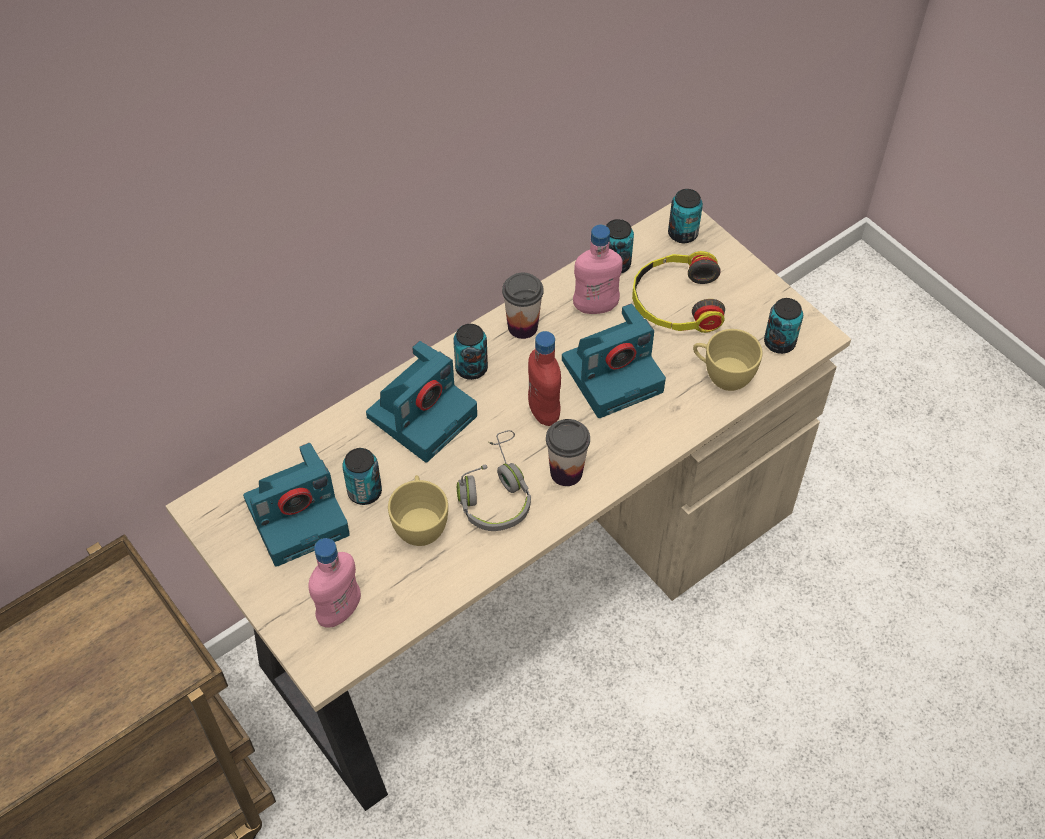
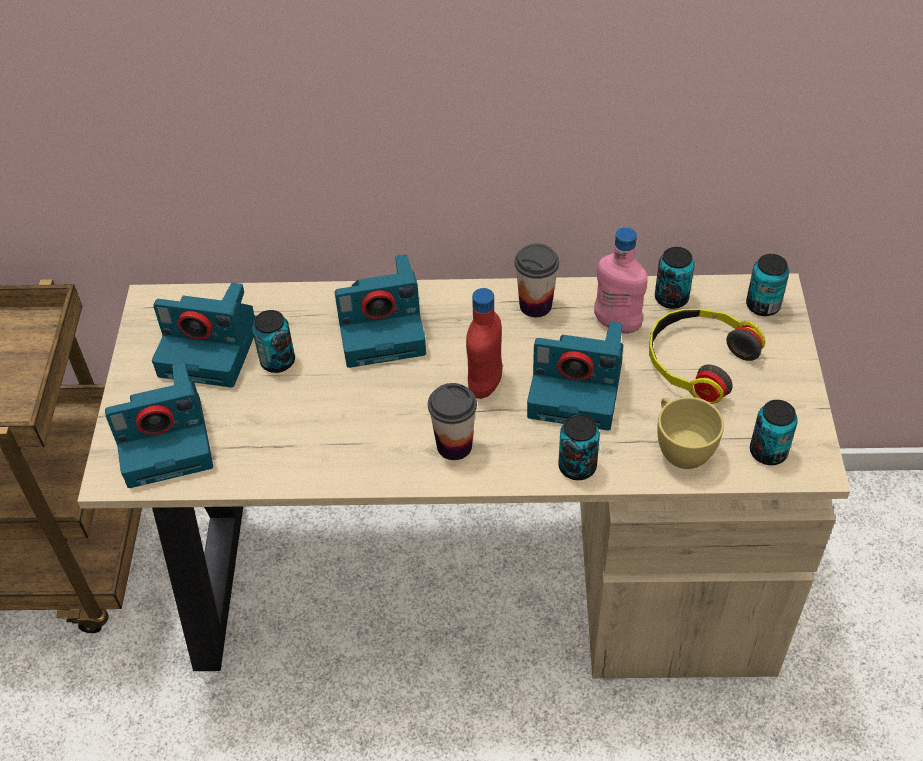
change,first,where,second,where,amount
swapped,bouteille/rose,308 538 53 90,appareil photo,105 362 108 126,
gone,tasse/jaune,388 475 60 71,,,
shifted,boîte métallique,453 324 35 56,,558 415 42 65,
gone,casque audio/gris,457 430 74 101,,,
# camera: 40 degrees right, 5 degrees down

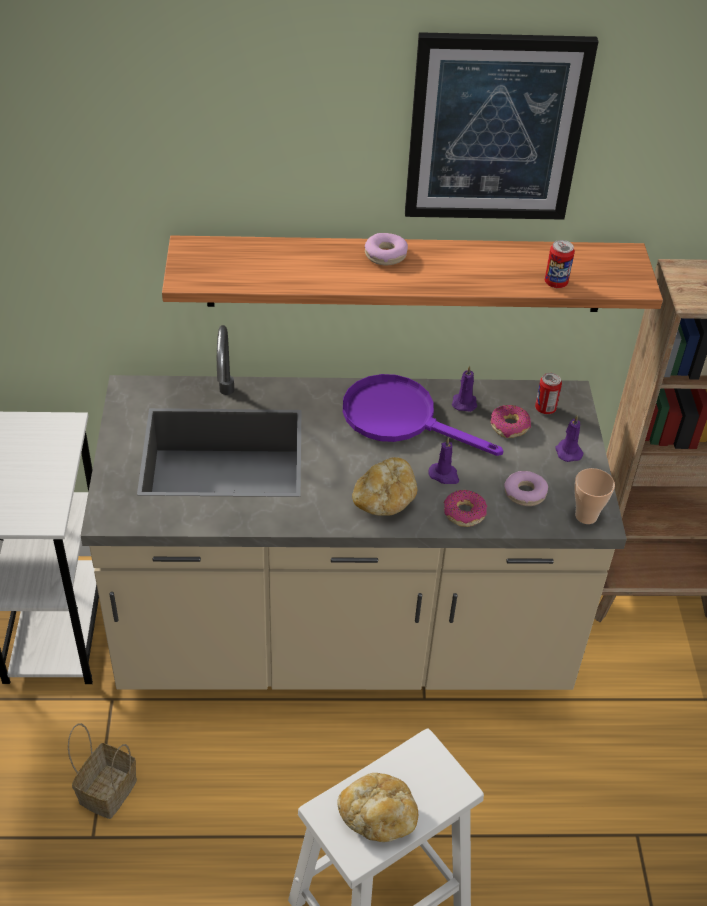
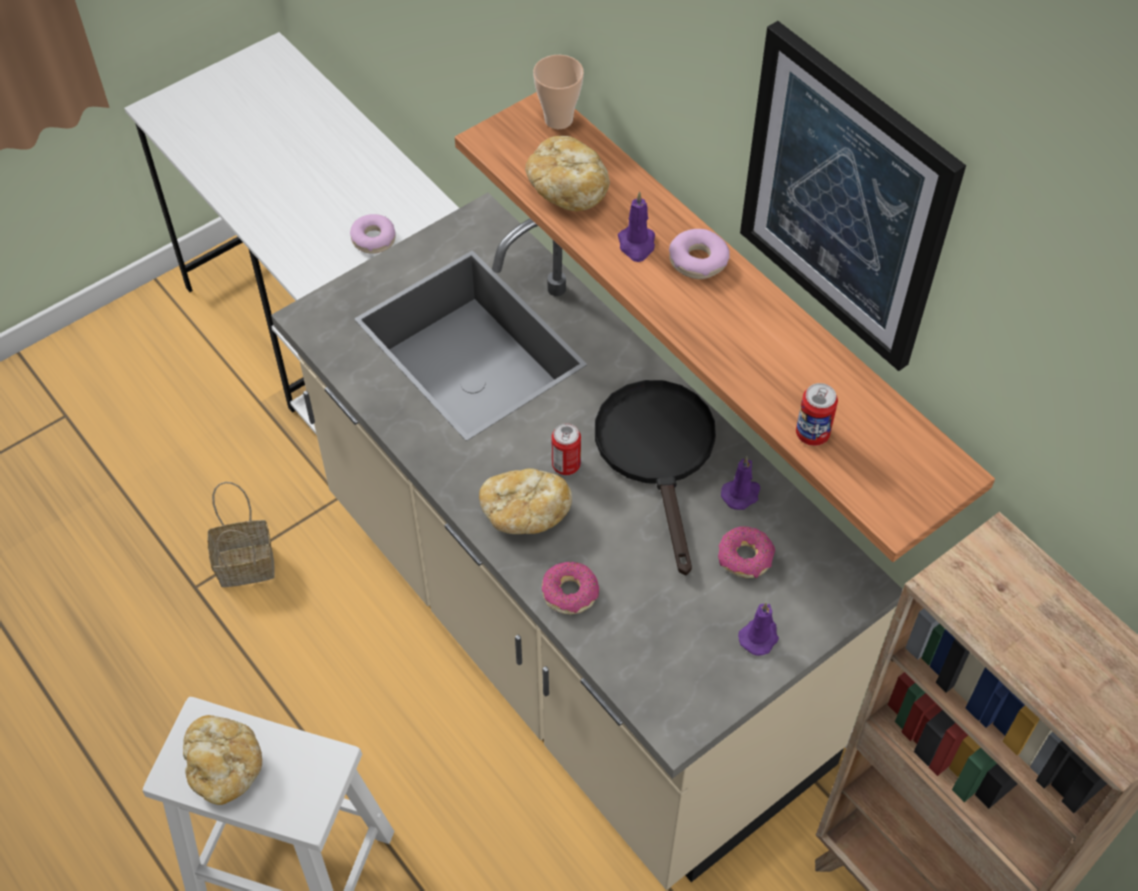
change,first,where,second,where,amount
repainted,poêle/violet,343 374 160 82,poêle/noir,595 380 121 195,
shifted,bougie/violet,428 437 31 47,,618 191 37 71,
shifted,beignet,504 471 44 35,,350 214 46 40,
shifted,boîte métallique,535 373 27 41,,552 423 29 52,
shifted,tasse,574 468 41 56,,533 55 51 74,
new,,,pain,525 136 85 75,
# camera: 55 degrees right, 10 degrees up

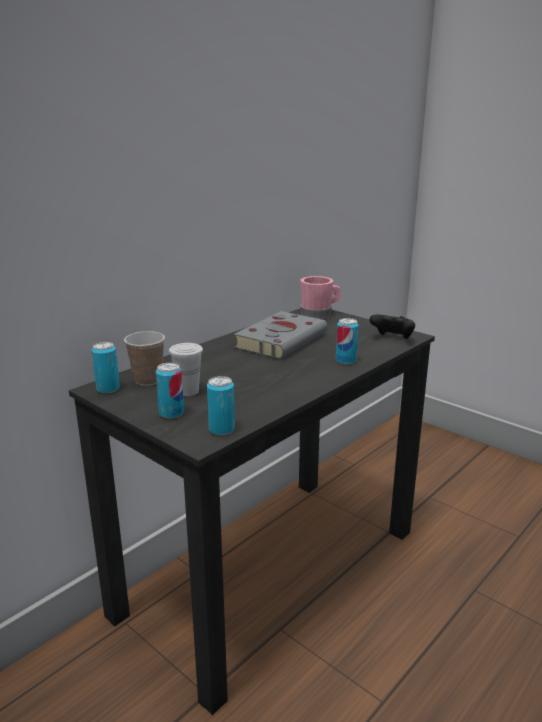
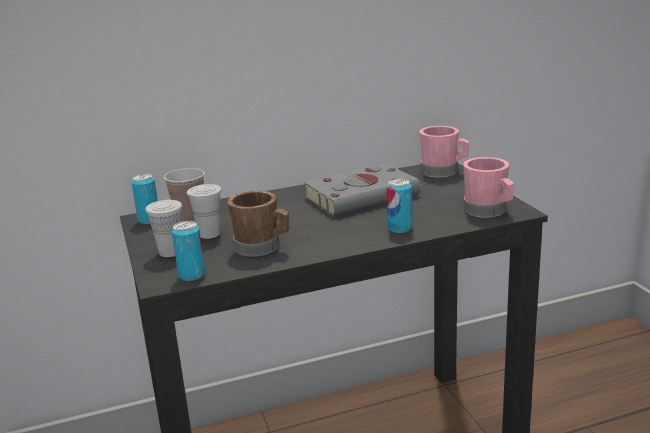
change,first,where,second,where,amount
swapped,boîte métallique,156 363 28 56,tasse/blanc,145 200 37 57,
swapped,manette/noir,369 315 46 24,mug/rose,463 157 51 61,
new,,,mug/marron,228 191 61 66,
# camera: 30 degrees right, 0 degrees up

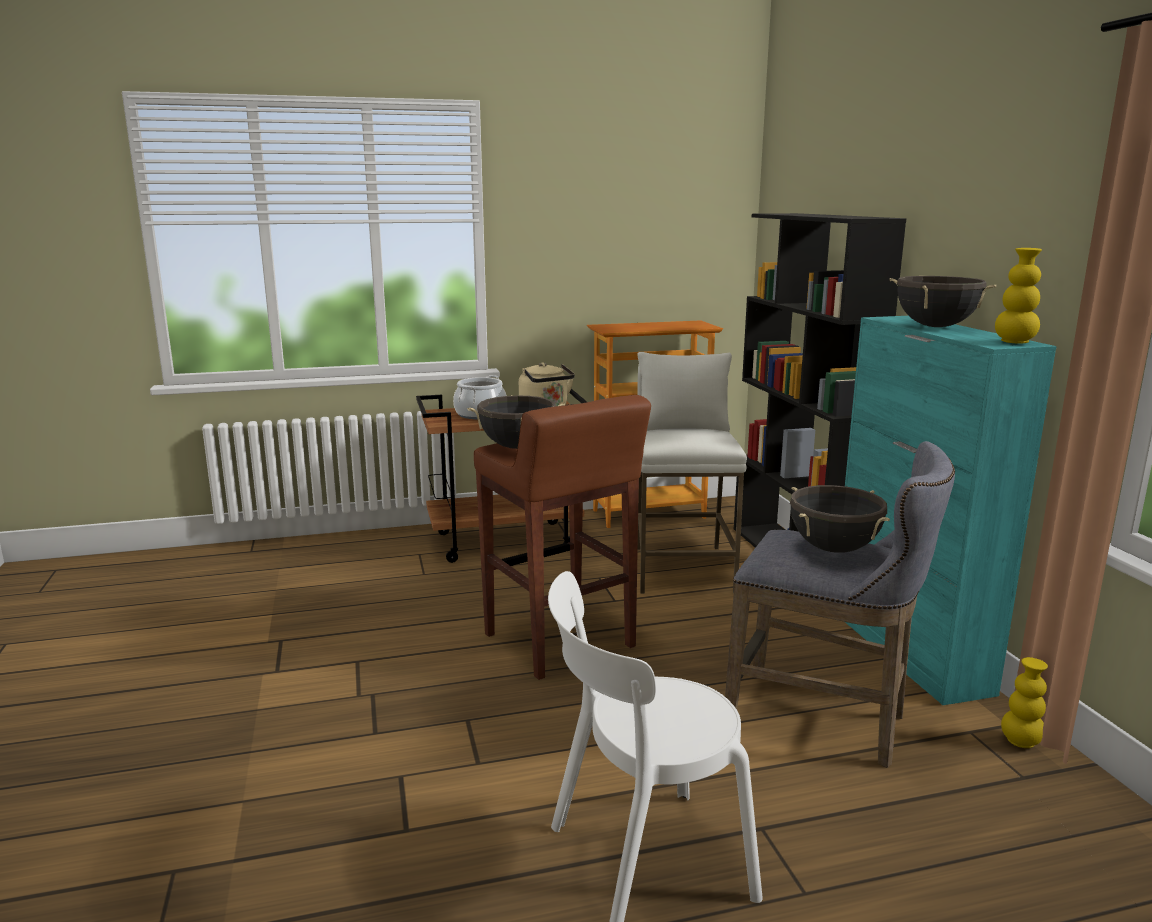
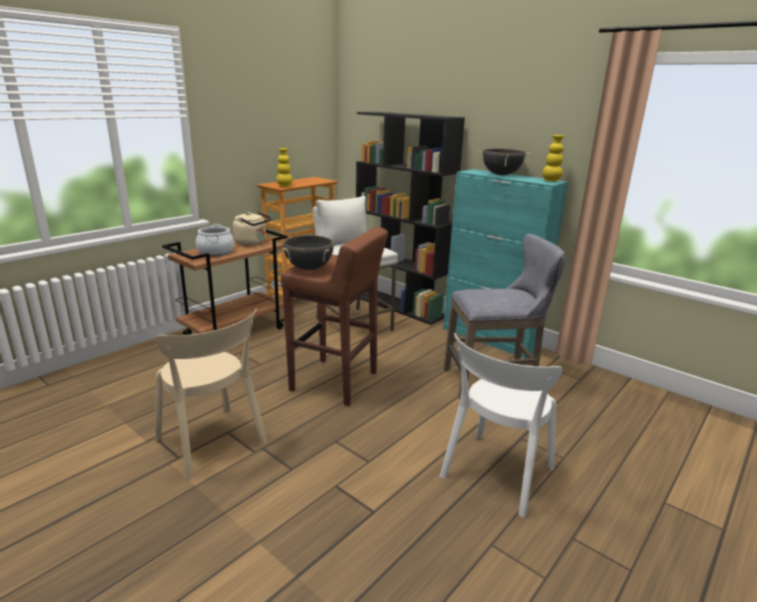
change,first,where,second,where,amount
gone,marmite/noir,790 485 100 68,,,
shifted,vase/jaune,1001 657 47 91,,276 148 17 39,
new,,,chaise/beige,155 308 112 172,
# camera: 35 degrees left, 5 degrees up

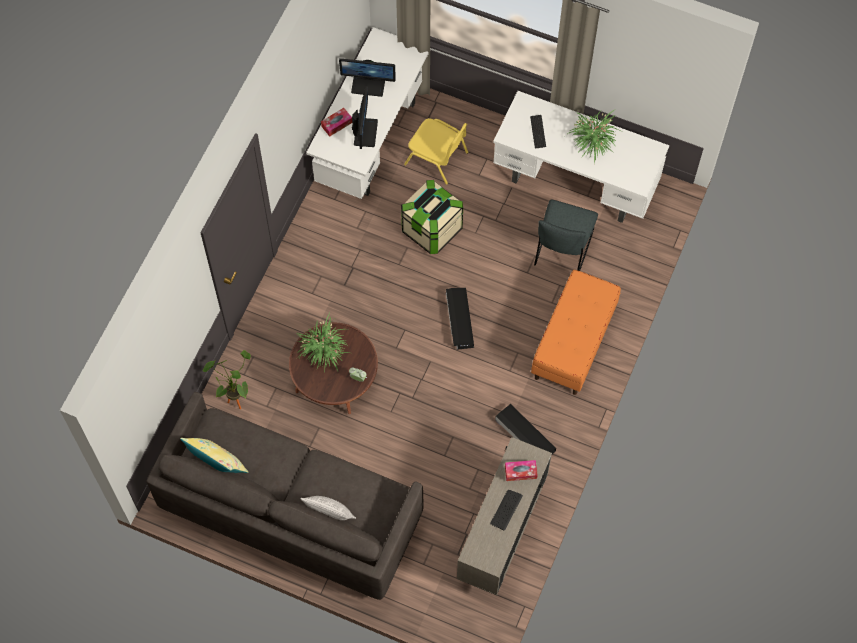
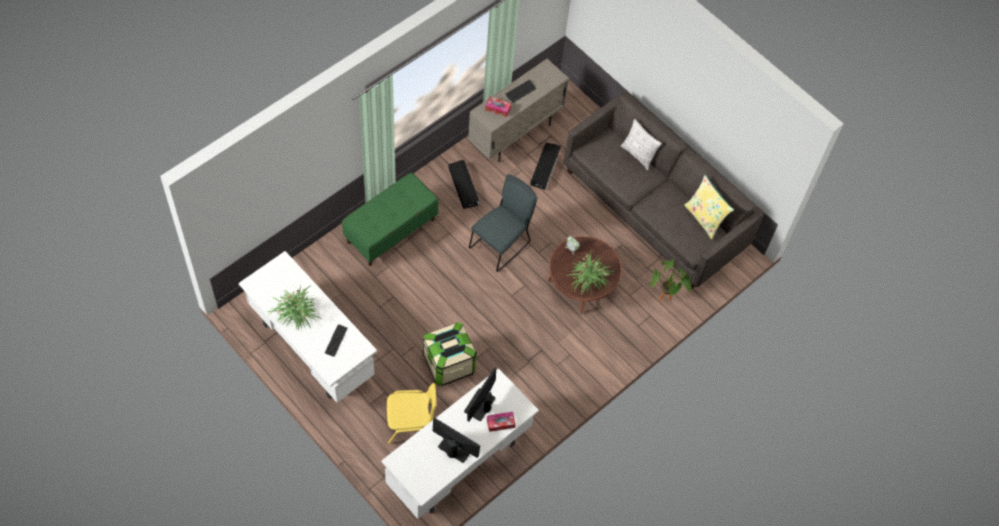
change,first,where,second,where,amount
rotated,chaise/jaune,404 118 64 67,,387 383 50 61,120 degrees clockwise
shifted,boîte de rangement/noir,446 288 28 62,,530 143 31 47,
repainted,banc/orange,531 270 90 125,banc/vert,342 173 96 93,
shifted,chaise/gris,534 199 64 72,,469 174 68 98,
# camera: 160 degrees left, 5 degrees down

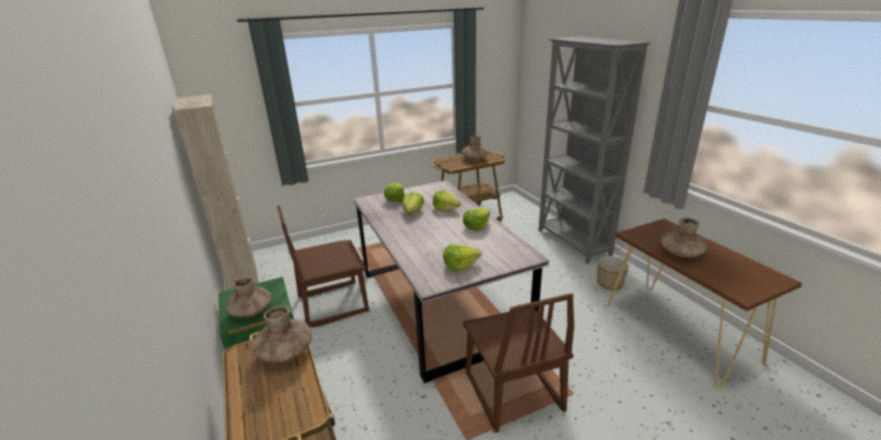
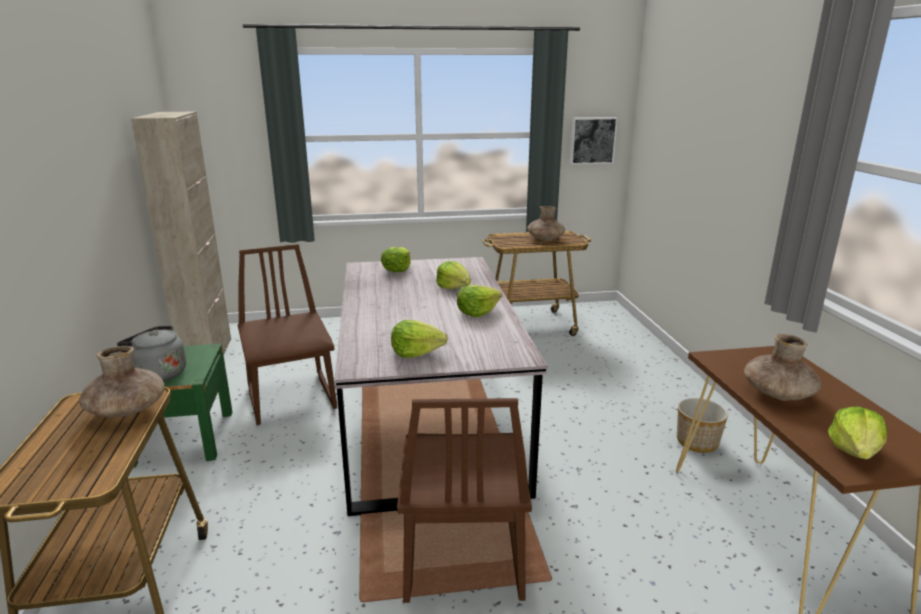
change,first,where,second,where,amount
swapped,vase/marron,226 276 45 42,bouilloire/gris,117 326 69 55,
rotated,chaise/marron,277 206 92 122,,238 244 99 181,75 degrees clockwise
shifted,laitue,403 192 21 21,,828 406 59 53,
gone,bibliothèque/gris,539 36 112 228,,,
new,,,tableau,570 117 48 48,
# camera: 15 degrees right, 5 degrees down

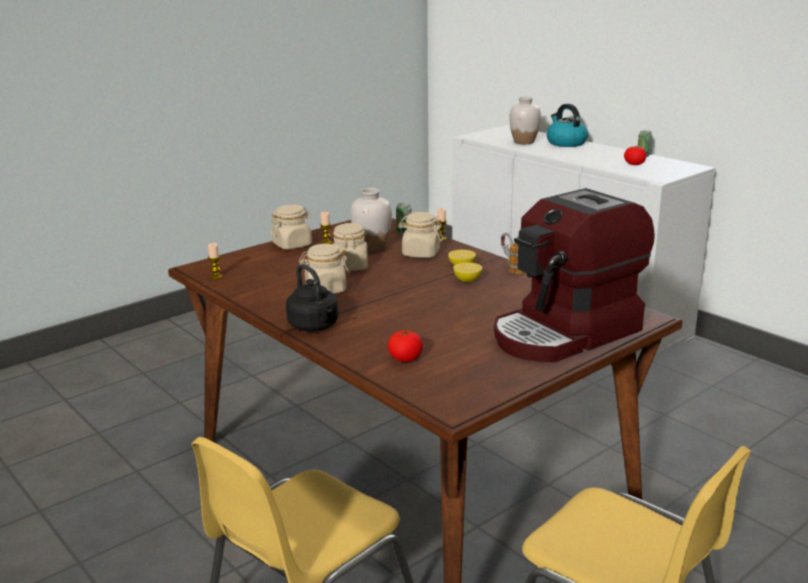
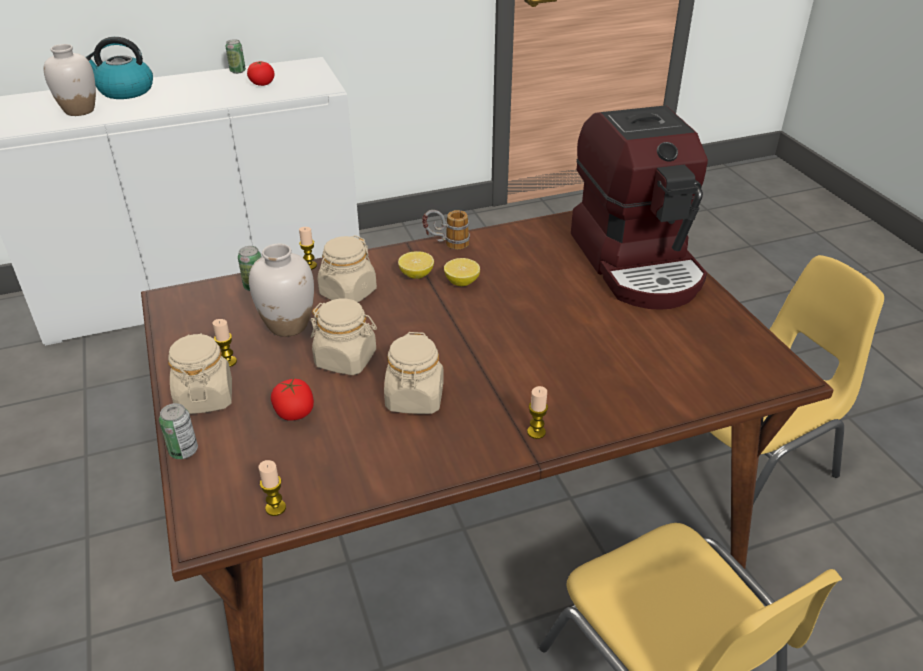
change,first,where,second,where,amount
swapped,bouilloire/noir,286 264 53 67,bougie,527 386 21 53,
shifted,tomate,388 329 35 33,,271 379 43 42,
new,,,boîte métallique,159 403 39 56,
# camera: 70 degrees left, 15 degrees up

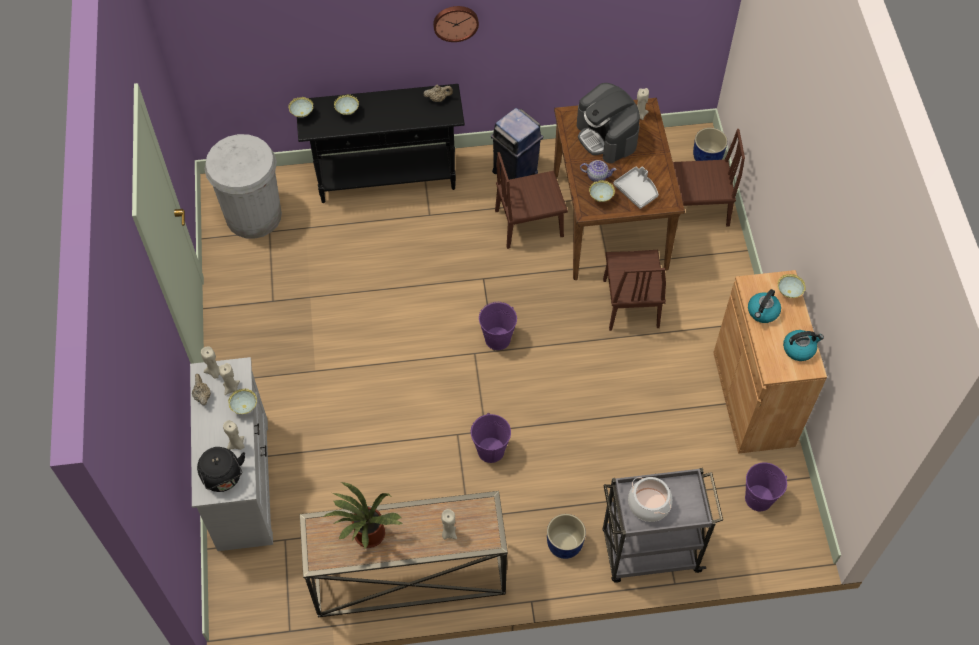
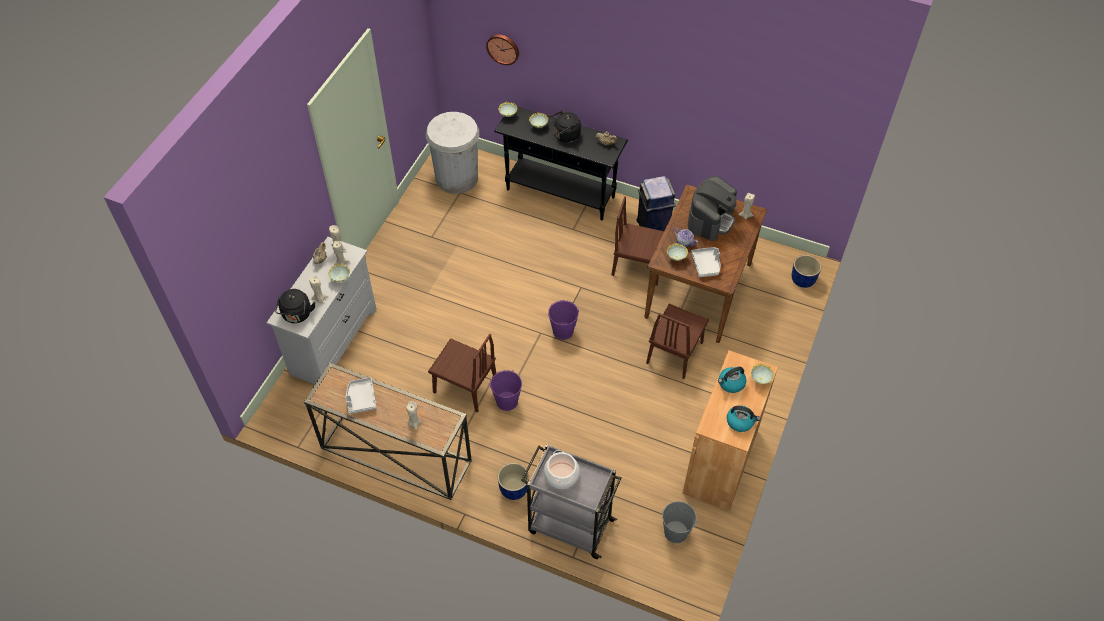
change,first,where,second,where,amount
swapped,plante en pot,323 482 81 66,plateau/gris,346 377 30 37,
shifted,horloge murale,433 6 46 36,,486 34 33 31,
rotated,machine à café,577 83 63 80,,688 176 49 65,150 degrees counterclockwise
shifted,chaise/marron,673 129 72 98,,428 334 69 79,
repainted,seau/violet,745 462 42 49,seau/gris,662 501 35 42,
new,,,bouilloire/noir,550 110 31 33,
# camera: 30 degrees right, 5 degrees down

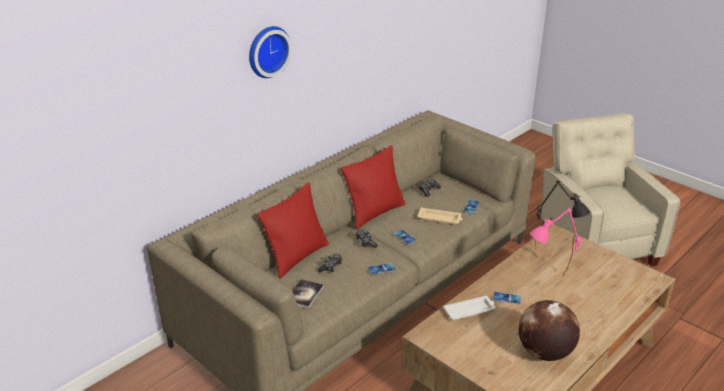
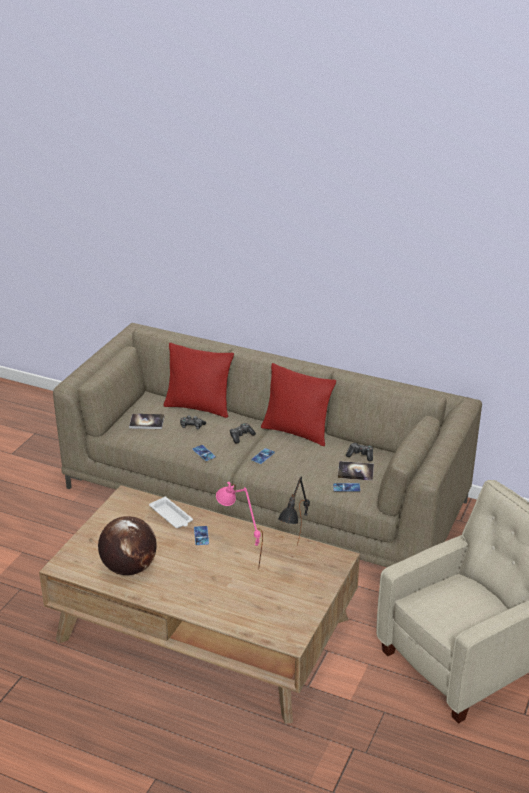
change,first,where,second,where,amount
gone,horloge murale,249 26 43 52,,,
gone,plateau/beige,417 207 45 17,,,
new,,,livre,338 461 36 20,
# camera: 70 degrees right, 0 degrees up

